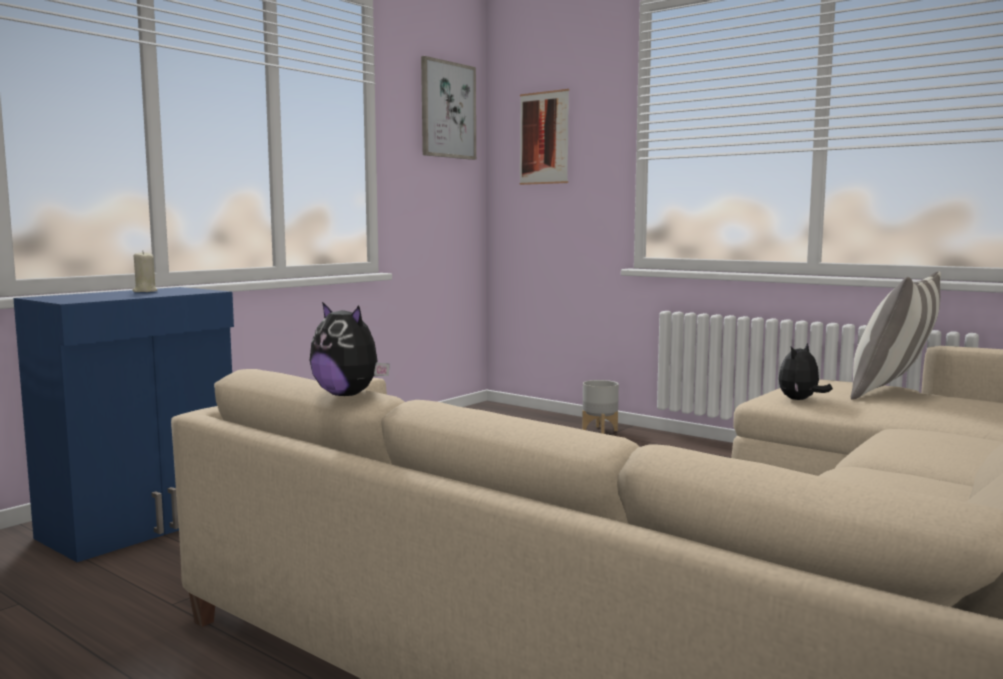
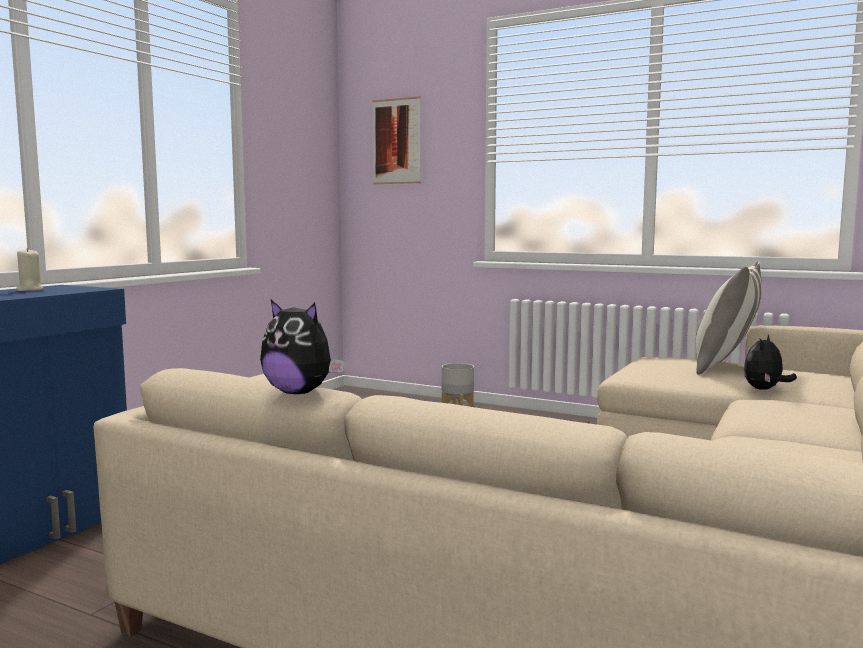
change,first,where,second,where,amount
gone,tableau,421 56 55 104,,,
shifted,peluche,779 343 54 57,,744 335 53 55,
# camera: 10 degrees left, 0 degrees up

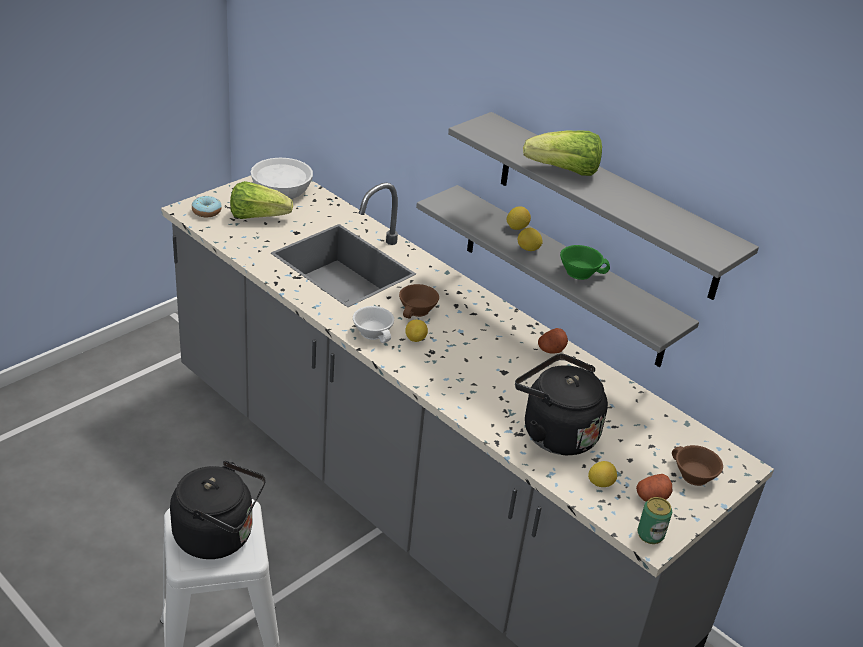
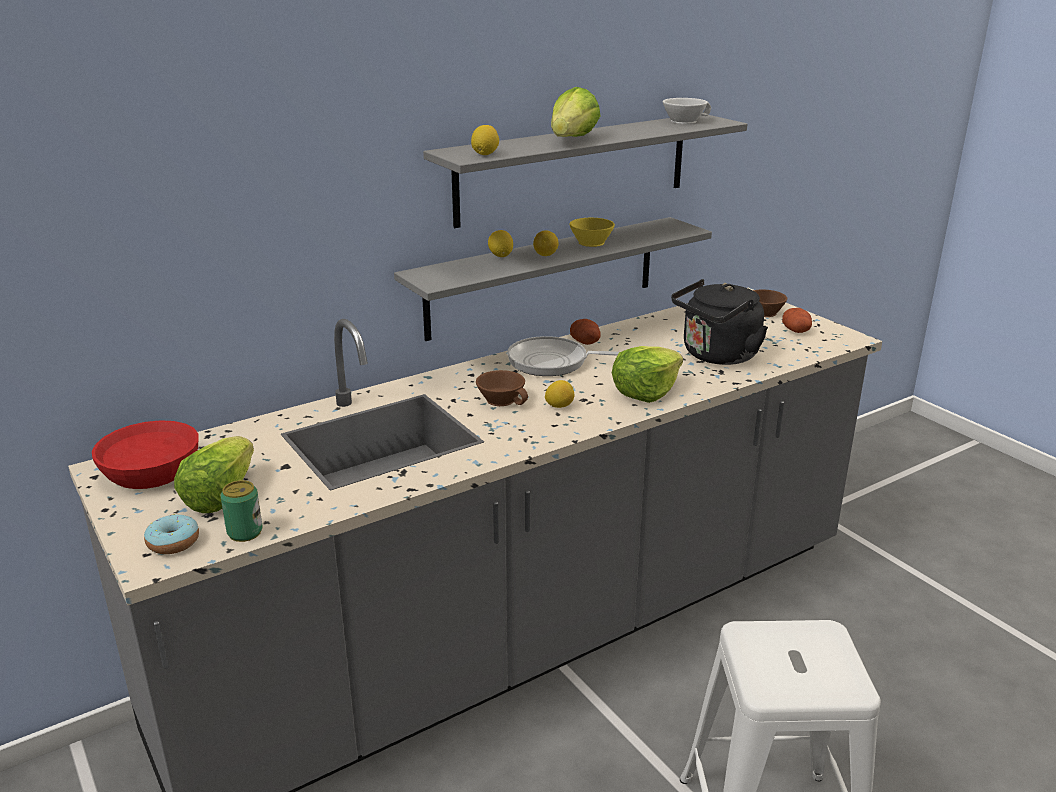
change,first,where,second,where,amount
gone,bouilloire/noir,170 461 96 98,,,
repainted,bol/blanc,251 158 62 41,bol/rouge,92 420 107 69,
shifted,tasse/blanc,353 306 41 37,,663 98 48 26,
repainted,tasse/vert,560 245 50 35,tasse/jaune,569 218 46 29,
shifted,citron,588 461 29 26,,471 125 28 30,
shifted,boîte métallique,638 497 34 47,,220 480 43 62,
new,,,poêle,507 336 112 40,
new,,,laitue,612 346 71 57,
# camera: 75 degrees left, 10 degrees down

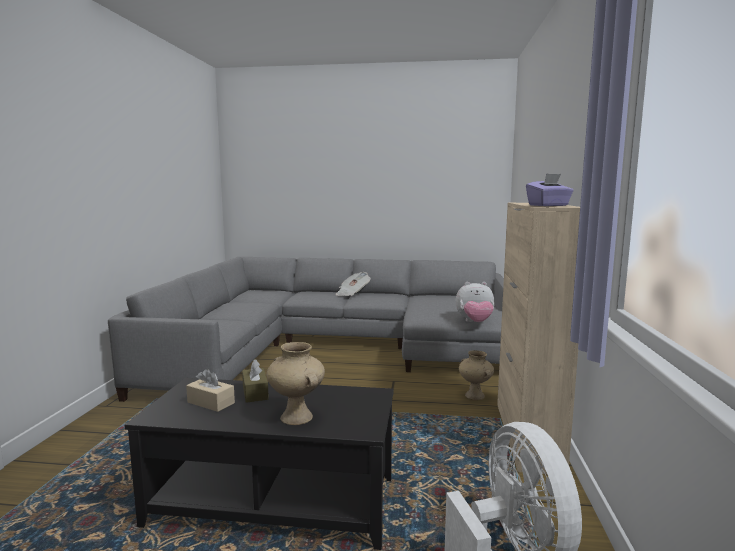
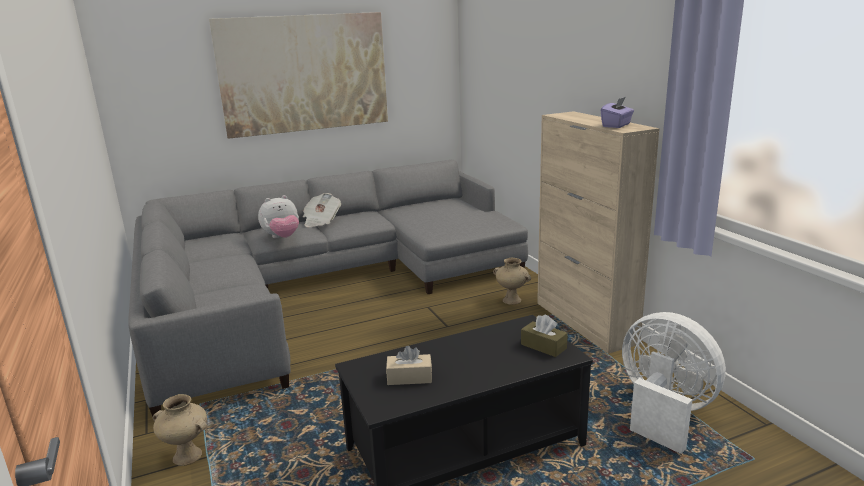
change,first,where,second,where,amount
shifted,boîte à mouchoirs/marron,242 359 27 44,,521 315 47 42,
shifted,vase/beige,266 342 59 83,,152 394 55 72,
shifted,peluche,456 282 38 40,,258 195 41 43,
new,,,tableau,209 12 179 127,
# camera: 30 degrees left, 10 degrees up

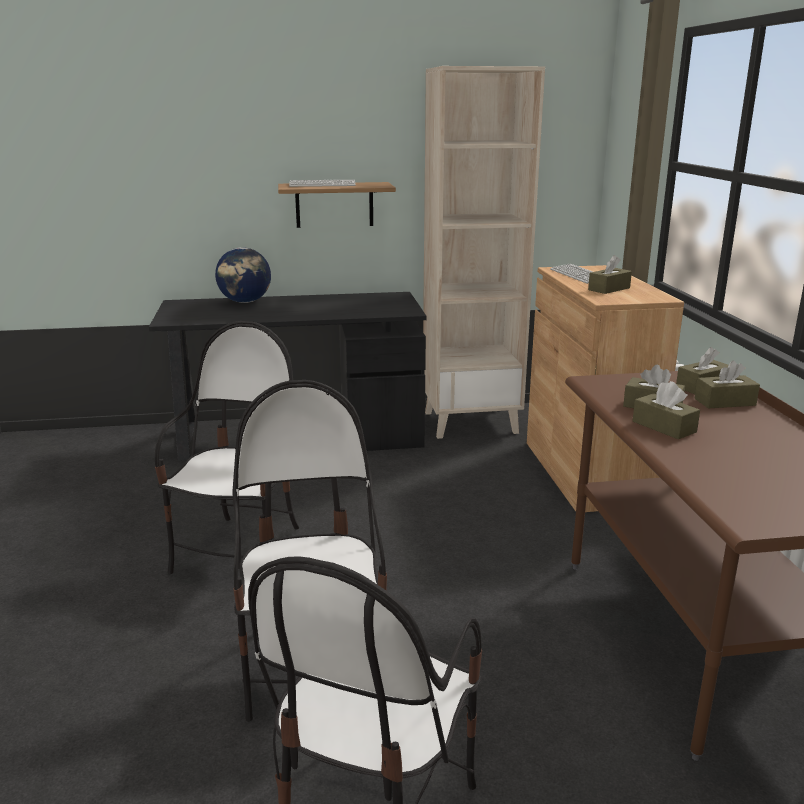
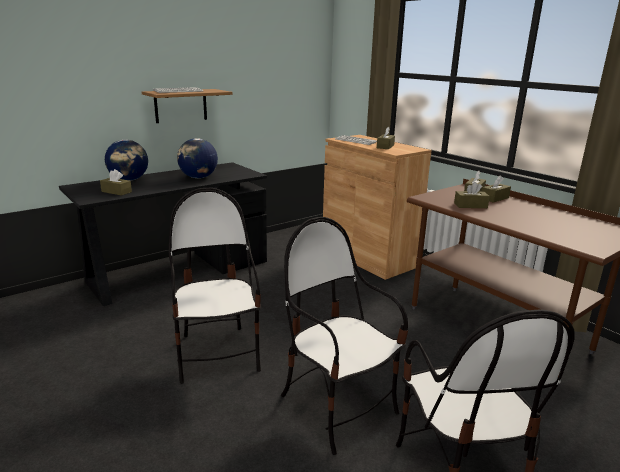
change,first,where,second,where,amount
gone,bibliothèque/beige,423 66 122 373,,,
shifted,boîte à mouchoirs/marron,633 381 67 58,,100 169 32 27,
new,,,globe,177 138 41 40,
# camera: 30 degrees left, 0 degrees up

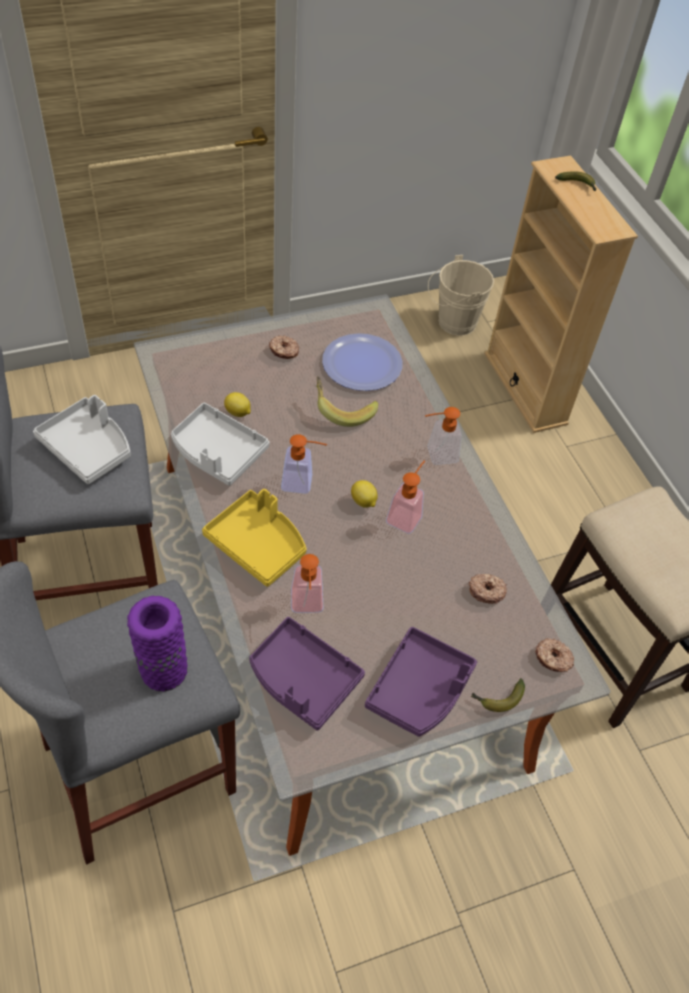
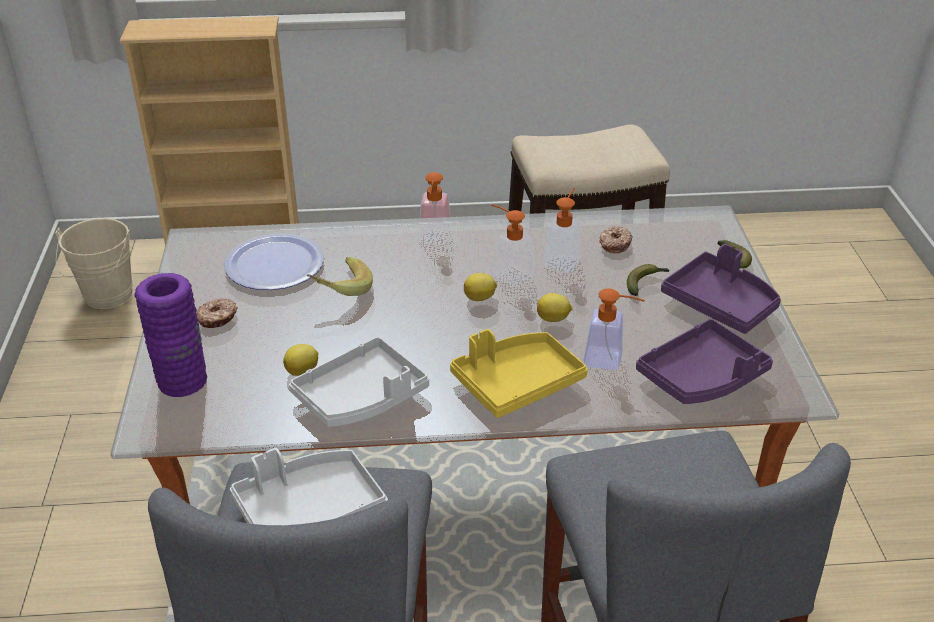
change,first,where,second,where,amount
shifted,vase/violet,127 596 61 96,,135 273 72 124,
shifted,distributeur de savon,281 434 46 60,,543 188 37 84,
gone,beignet,535 638 39 34,,,
shifted,banane,555 171 41 20,,627 264 42 32,
new,,,citron,537 293 36 29,
# camera: 70 degrees left, 15 degrees down

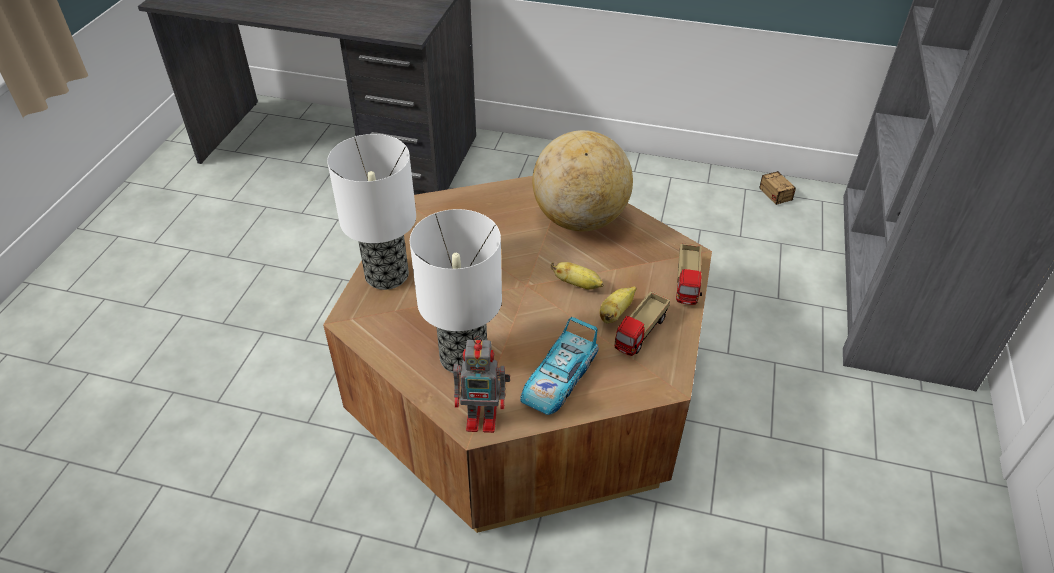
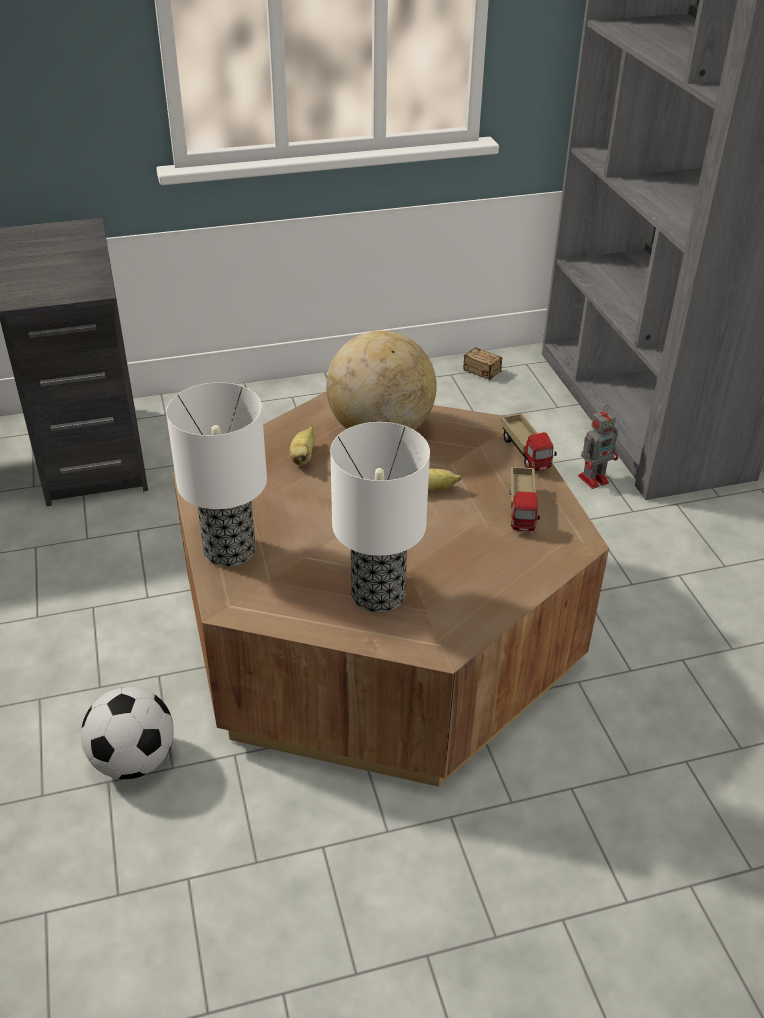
change,first,where,second,where,amount
shifted,robot jouet,453 336 57 97,,578 405 40 84,
gone,petite voiture,520 317 79 98,,,
shifted,banane,599 286 37 37,,290 426 25 40,
new,,,ballon de foot,81 687 93 92,
# camera: 30 degrees left, 5 degrees down

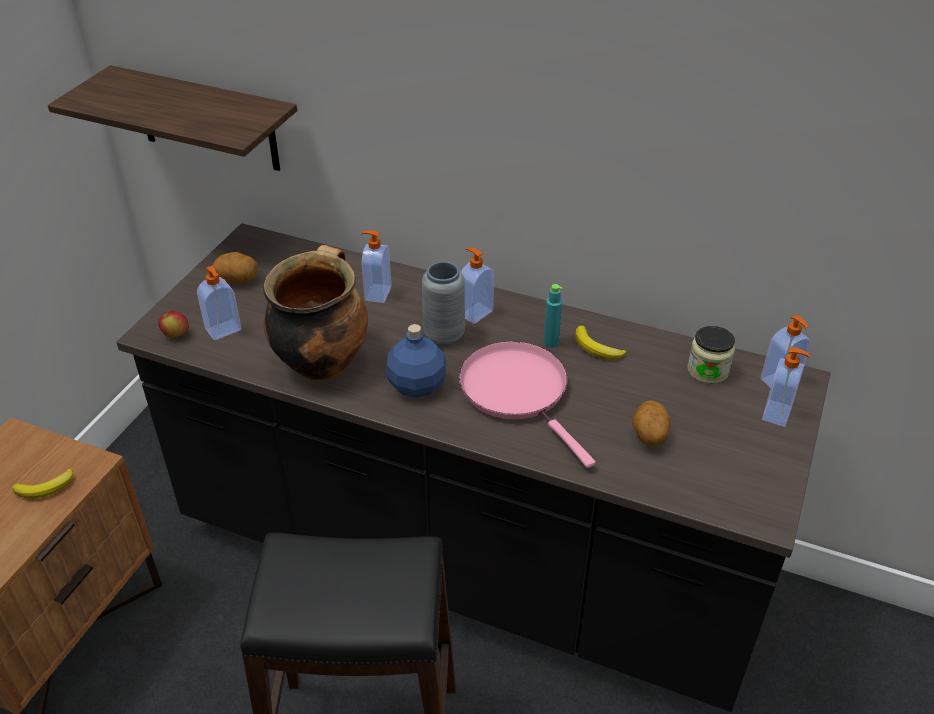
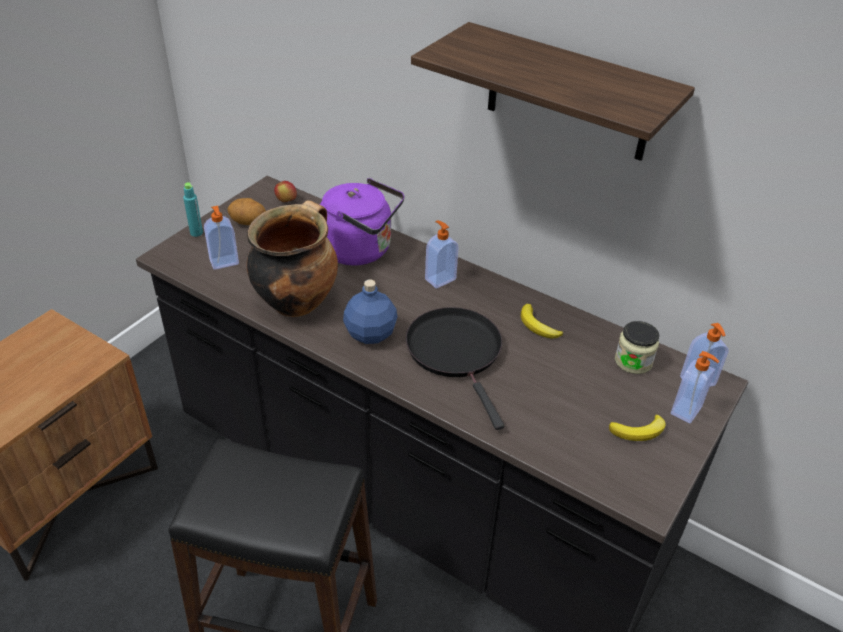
change,first,where,second,where,amount
shifted,banane,12 468 61 31,,609 414 57 27,
shifted,étagère,48 65 249 106,,411 22 284 139,
shifted,pomme,158 310 31 28,,274 181 23 21,
swapped,distributeur de savon,361 230 30 73,bouilloire/violet,320 178 85 88,
gone,vase/gris,422 261 43 85,,,
repainted,poêle/rose,459 341 137 127,poêle/noir,406 307 99 123,
shifted,bouteille/turquoise,544 284 19 64,,183 182 20 55,
gone,pomme de terre,632 401 39 45,,,
# camera: 10 degrees right, 0 degrees up

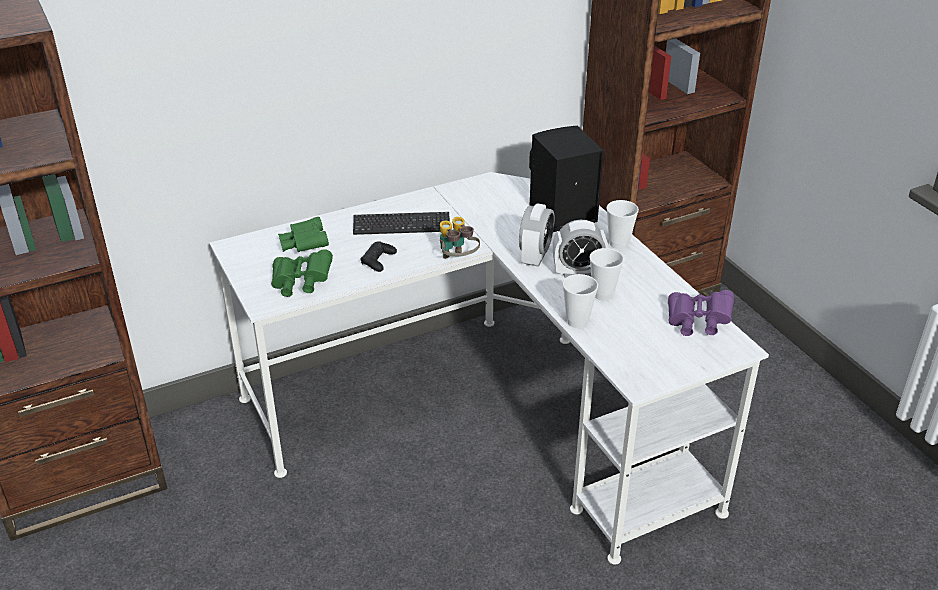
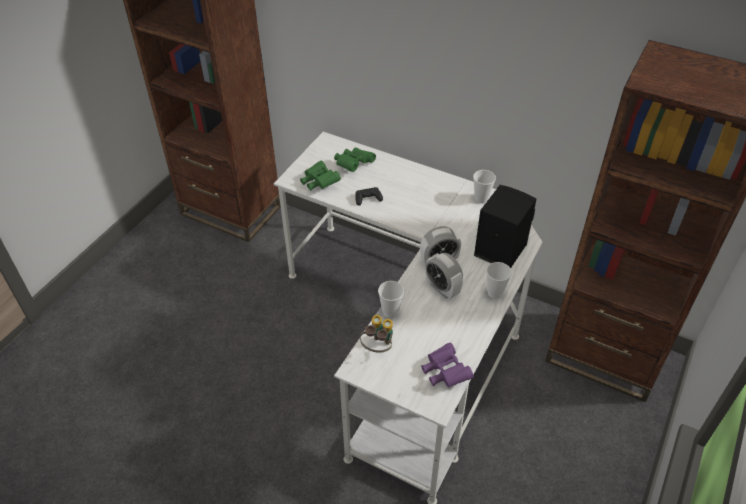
change,first,where,second,where,amount
gone,clavier,353 212 97 23,,,
shifted,jumelles,440 217 40 42,,360 315 33 38,
shifted,tasse,589 248 35 53,,473 170 23 34,
# camera: 55 degrees right, 10 degrees up

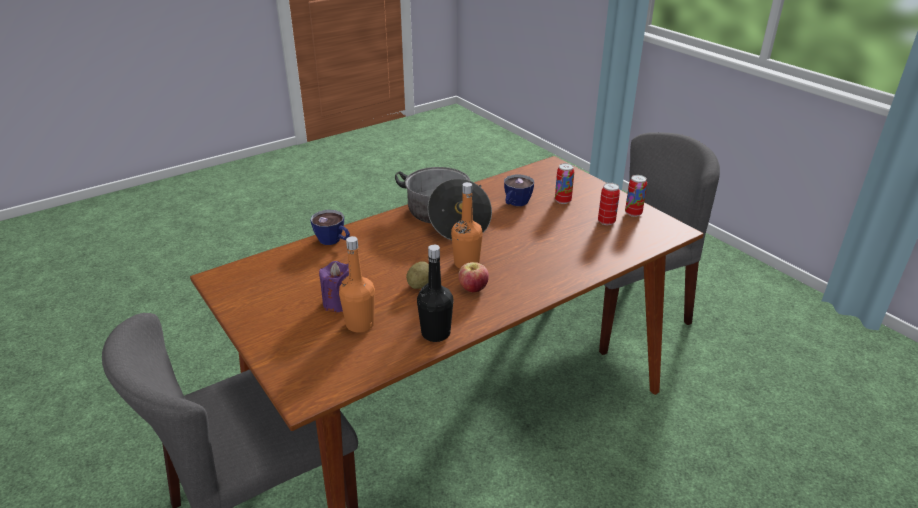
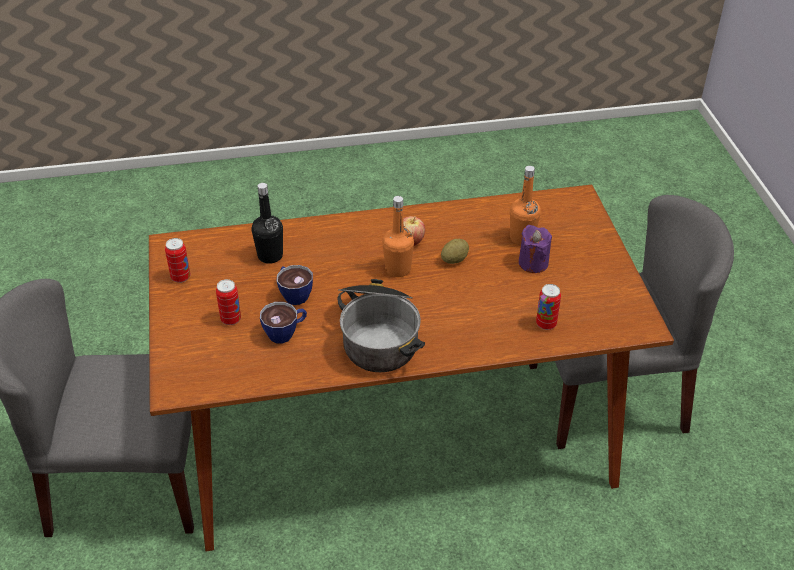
change,first,where,second,where,amount
shifted,tasse,310 210 40 35,,277 265 36 40,
shifted,bouteille/noir,417 245 37 97,,251 183 32 81,
shifted,boîte métallique,598 183 22 42,,536 284 25 46,
# camera: 155 degrees left, 10 degrees up

